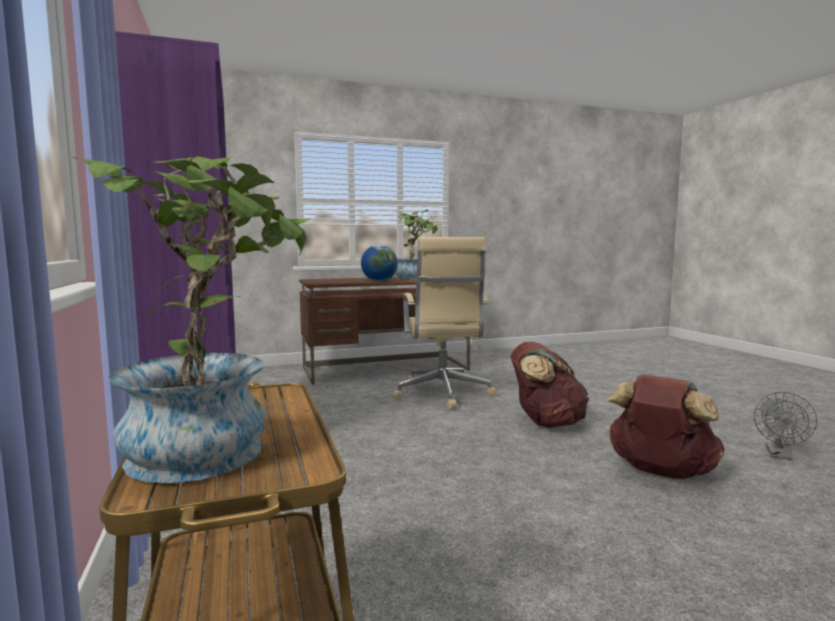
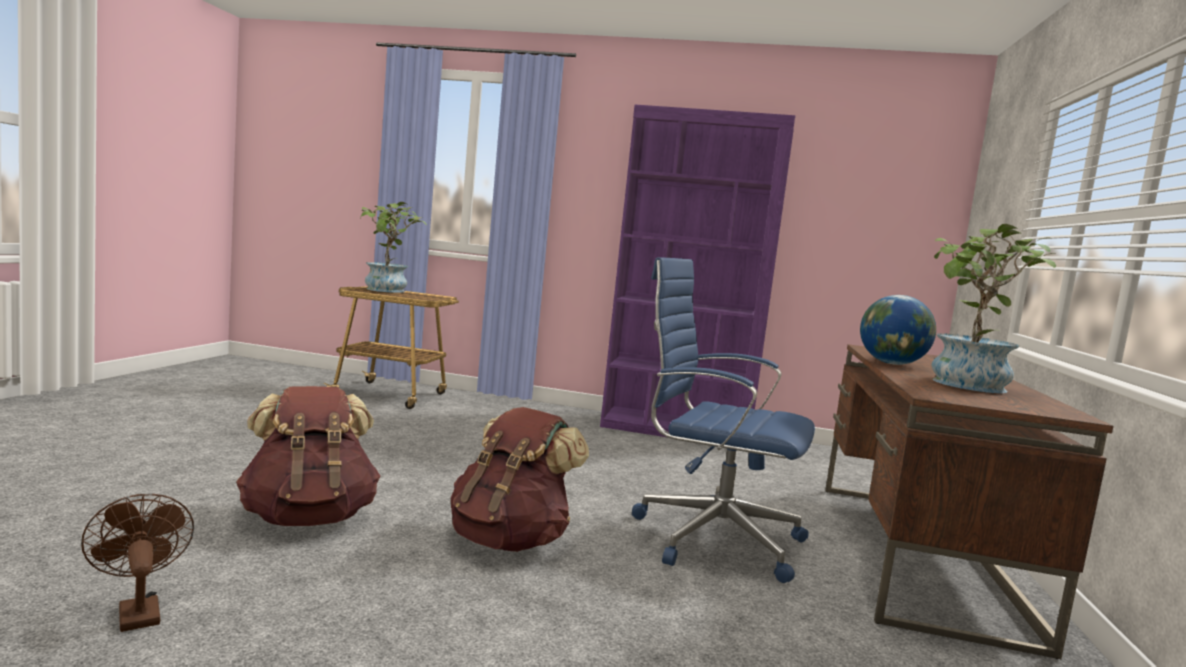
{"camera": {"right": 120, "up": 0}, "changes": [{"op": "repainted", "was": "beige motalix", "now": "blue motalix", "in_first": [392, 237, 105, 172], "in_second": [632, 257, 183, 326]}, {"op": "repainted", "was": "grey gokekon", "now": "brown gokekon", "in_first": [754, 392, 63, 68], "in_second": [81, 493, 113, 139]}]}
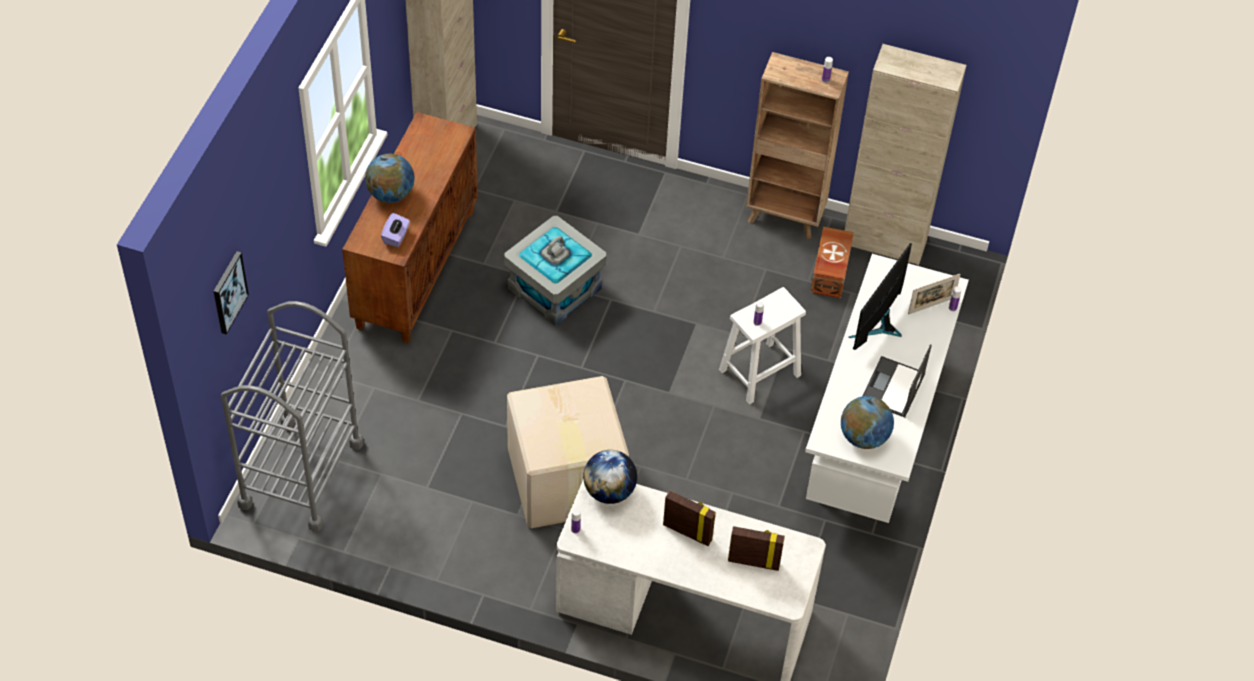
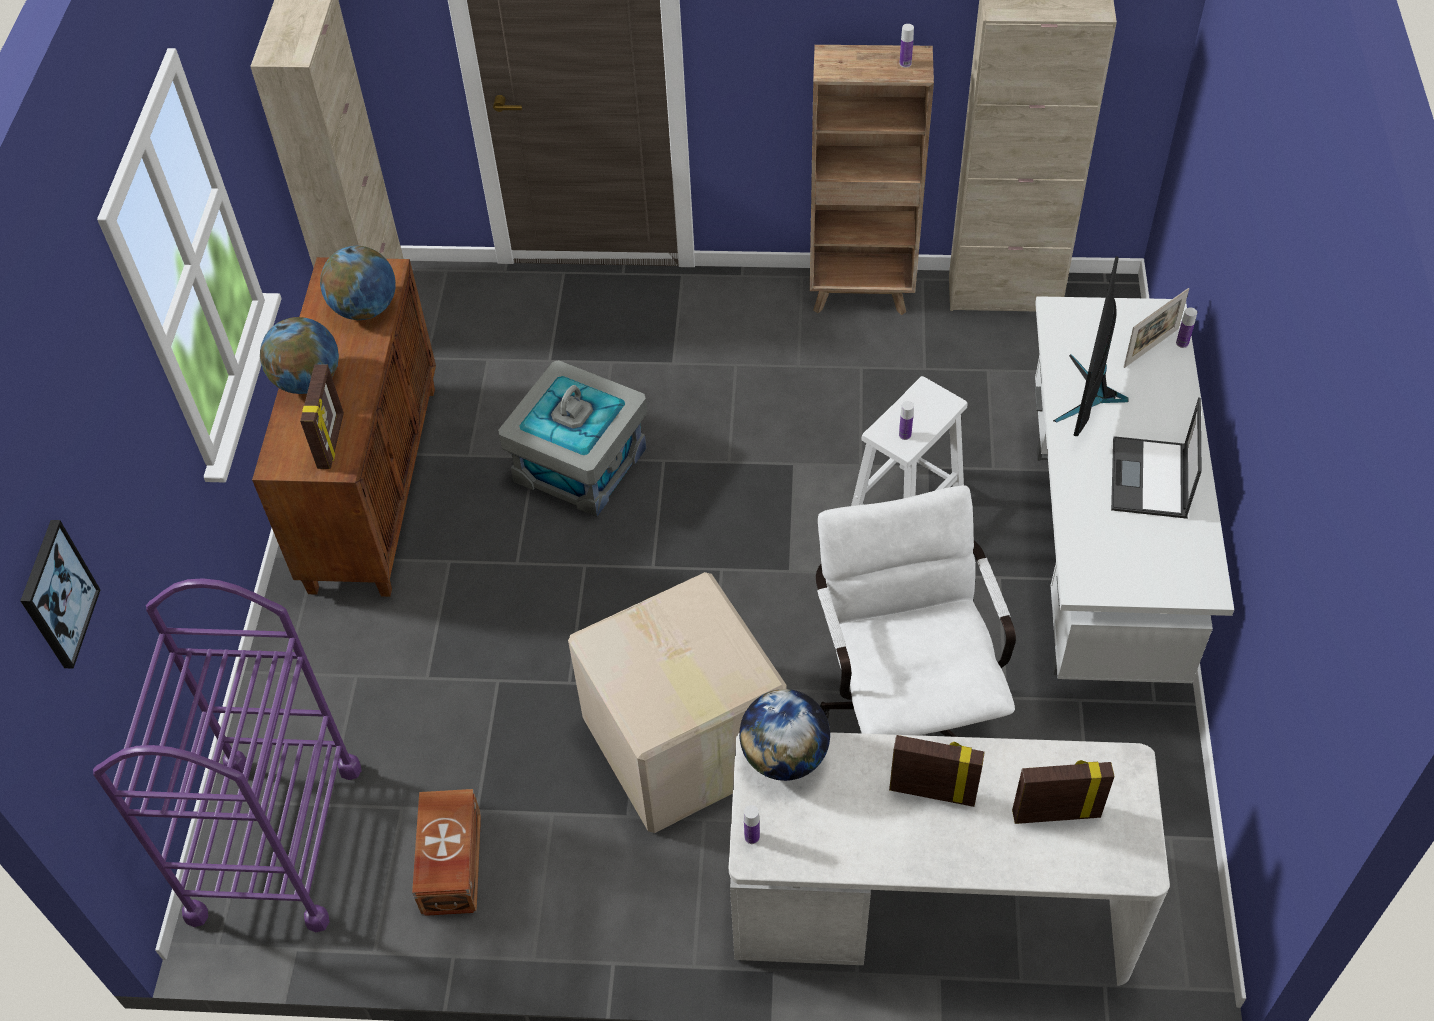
{"camera": {"right": -10, "up": 0}, "changes": [{"op": "swapped", "was": "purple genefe", "now": "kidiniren", "in_first": [381, 213, 29, 34], "in_second": [300, 364, 44, 105]}, {"op": "shifted", "was": "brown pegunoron", "in_first": [810, 227, 44, 71], "in_second": [412, 789, 69, 127]}, {"op": "repainted", "was": "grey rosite", "now": "purple rosite", "in_first": [221, 301, 142, 231], "in_second": [93, 578, 268, 354]}, {"op": "shifted", "was": "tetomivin", "in_first": [841, 396, 53, 53], "in_second": [320, 246, 76, 74]}, {"op": "new", "now": "white motalix", "in_second": [816, 485, 200, 252]}]}
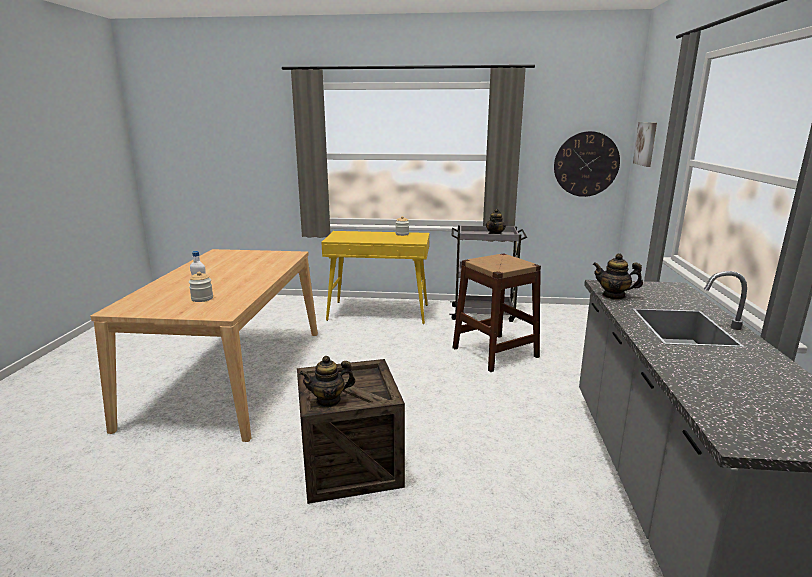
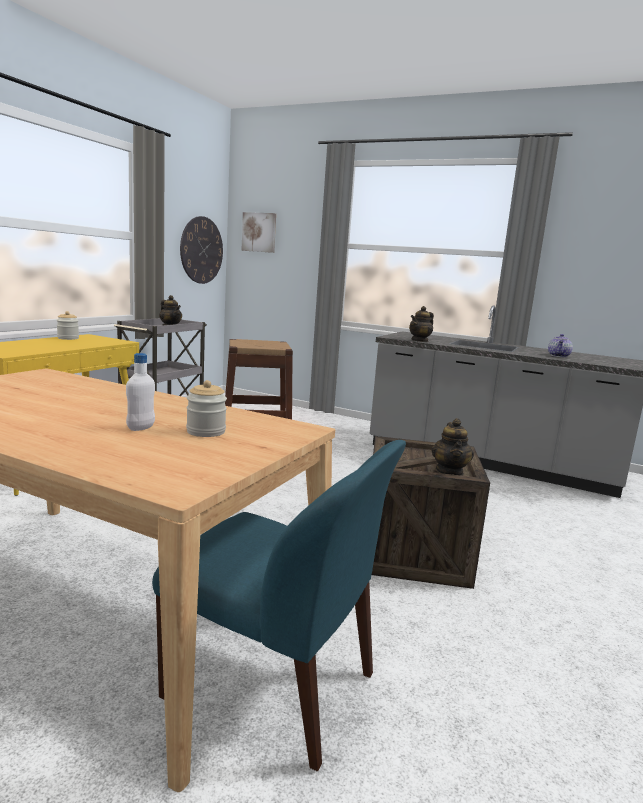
{"camera": {"right": -70, "up": -5}, "changes": [{"op": "new", "now": "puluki", "in_second": [548, 334, 25, 23]}, {"op": "new", "now": "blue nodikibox", "in_second": [152, 440, 254, 331]}]}
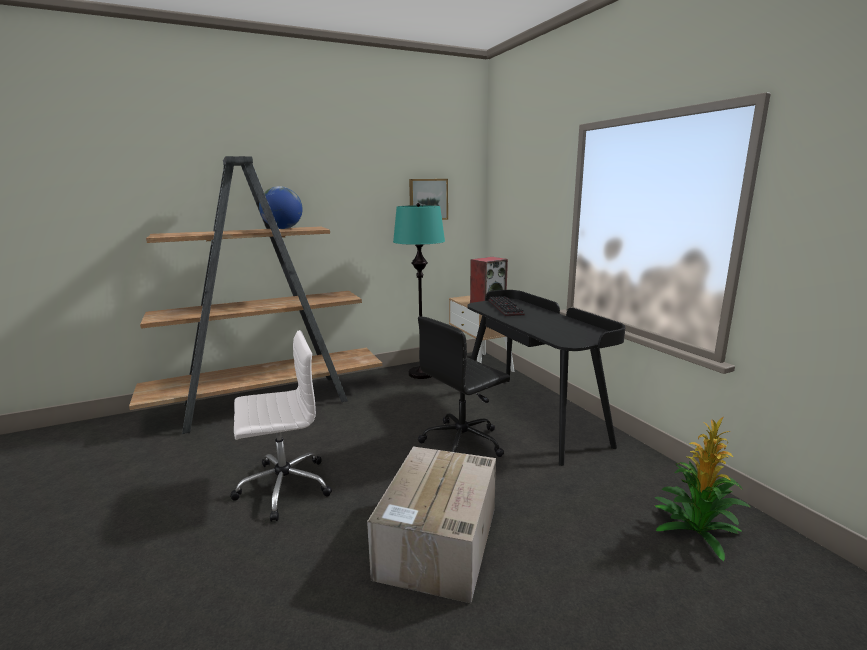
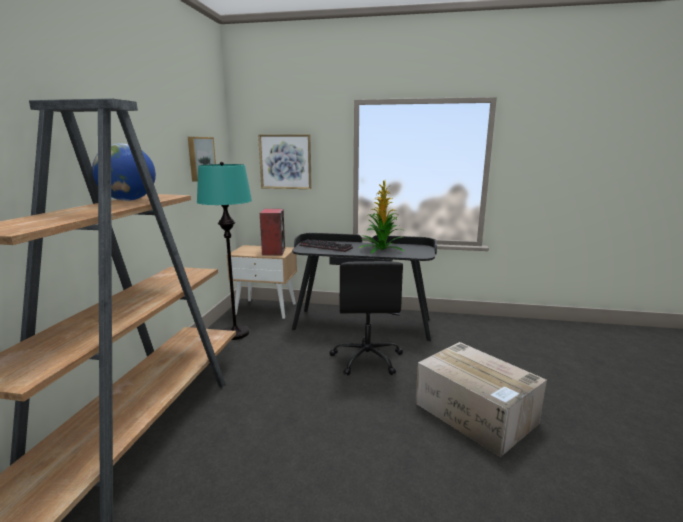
{"camera": {"right": -55, "up": 0}, "changes": [{"op": "gone", "was": "white motalix", "in_first": [230, 330, 102, 192]}, {"op": "shifted", "was": "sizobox", "in_first": [655, 417, 95, 144], "in_second": [359, 180, 46, 74]}, {"op": "new", "now": "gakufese", "in_second": [258, 134, 54, 55]}]}
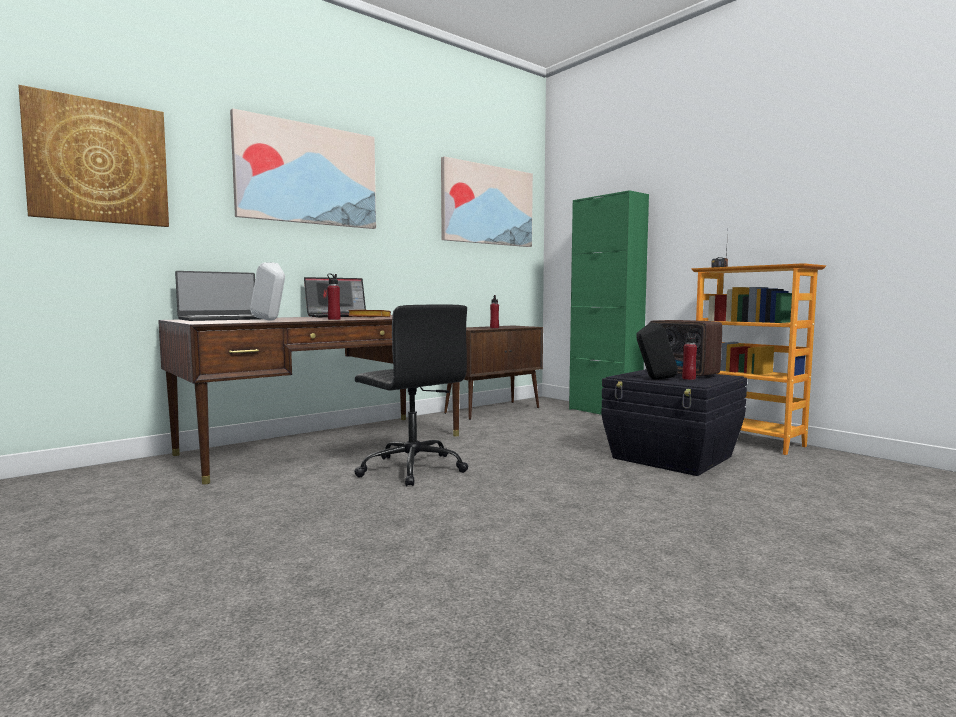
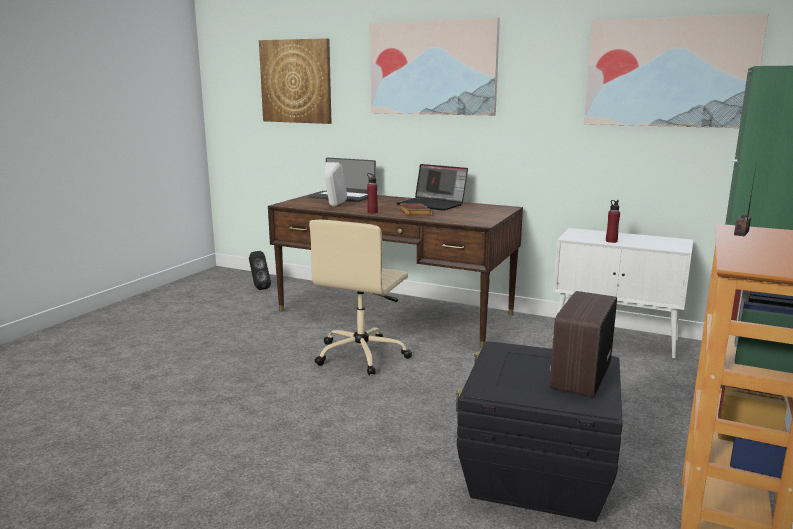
{"camera": {"right": 65, "up": 10}, "changes": [{"op": "repainted", "was": "black motalix", "now": "beige motalix", "in_first": [354, 305, 114, 182], "in_second": [309, 220, 103, 155]}, {"op": "shifted", "was": "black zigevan", "in_first": [636, 322, 42, 58], "in_second": [249, 251, 22, 39]}, {"op": "repainted", "was": "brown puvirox", "now": "white puvirox", "in_first": [444, 326, 99, 94], "in_second": [553, 228, 140, 131]}, {"op": "gone", "was": "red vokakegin", "in_first": [682, 332, 15, 48]}]}
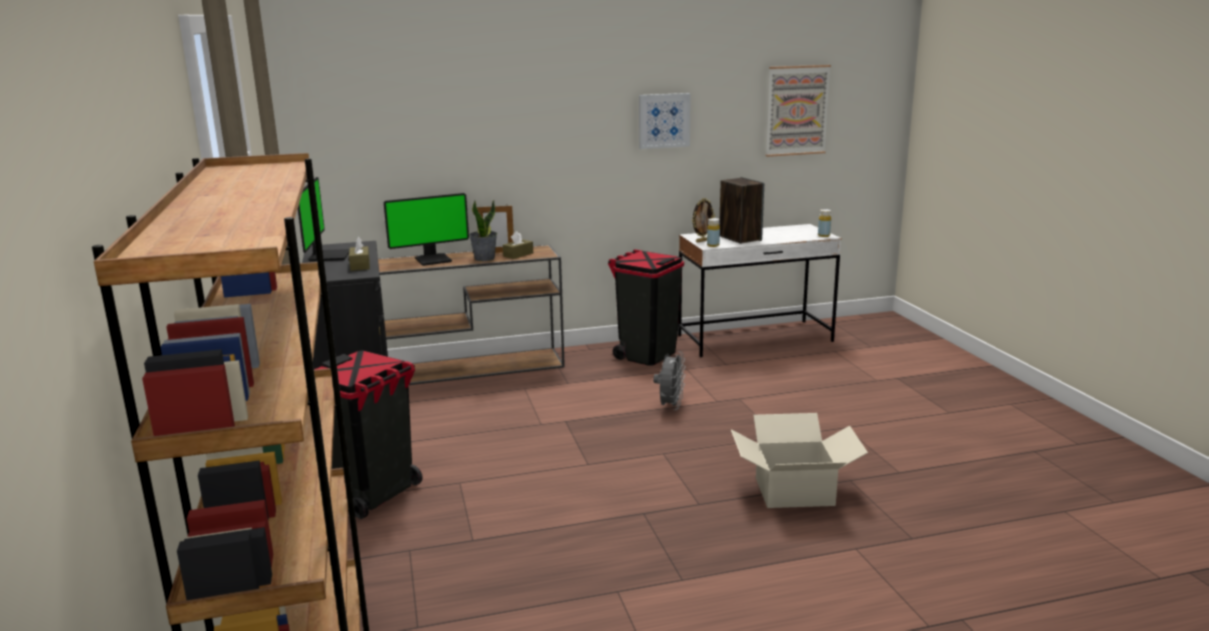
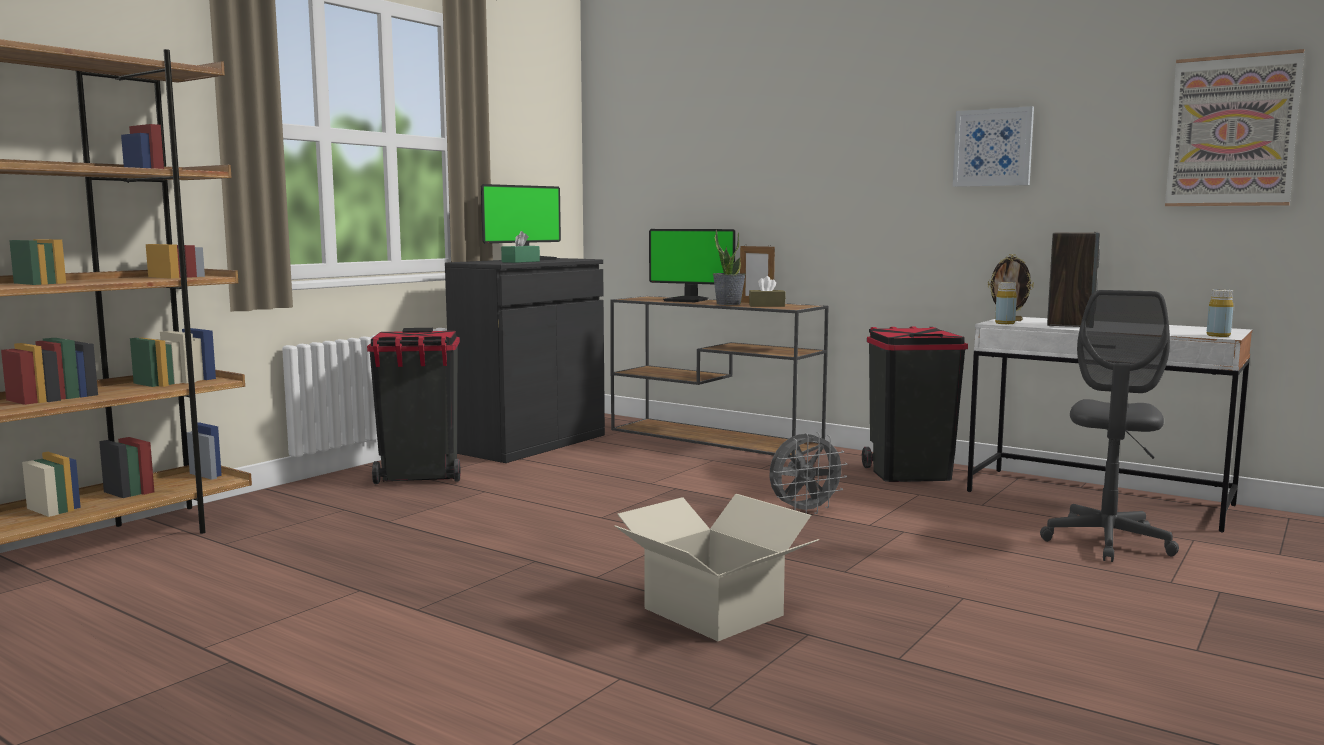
{"camera": {"right": 50, "up": -10}, "changes": [{"op": "repainted", "was": "brown genefe", "now": "green genefe", "in_first": [349, 237, 21, 34], "in_second": [501, 231, 39, 32]}, {"op": "new", "now": "grey motalix", "in_second": [1040, 290, 139, 272]}]}
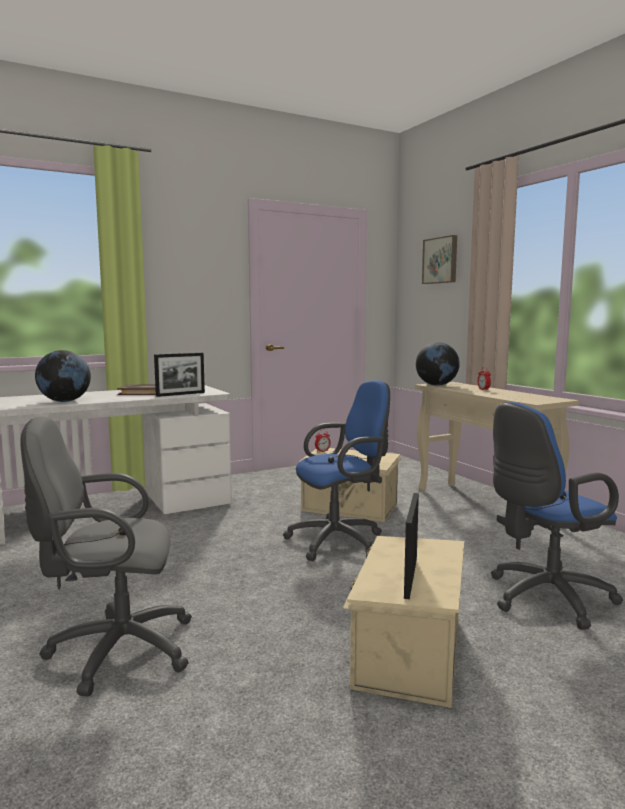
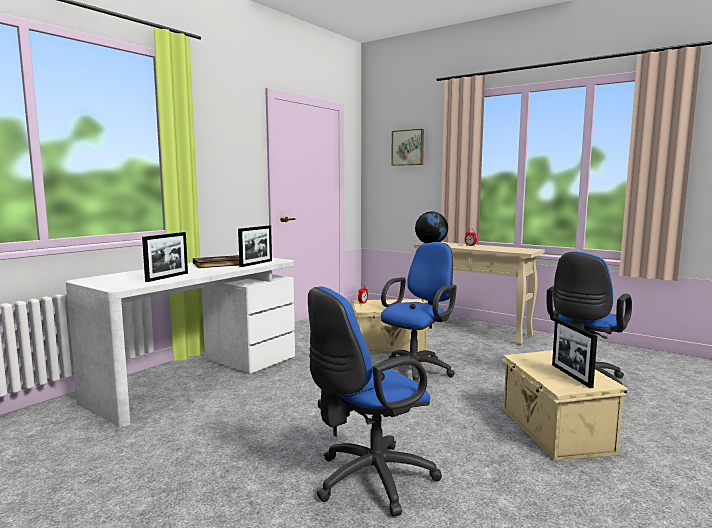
{"camera": {"right": -25, "up": 0}, "changes": [{"op": "swapped", "was": "tetomivin", "now": "kidiniren", "in_first": [35, 350, 56, 52], "in_second": [142, 232, 46, 50]}, {"op": "repainted", "was": "grey motalix", "now": "blue motalix", "in_first": [20, 417, 172, 279], "in_second": [308, 287, 134, 230]}]}
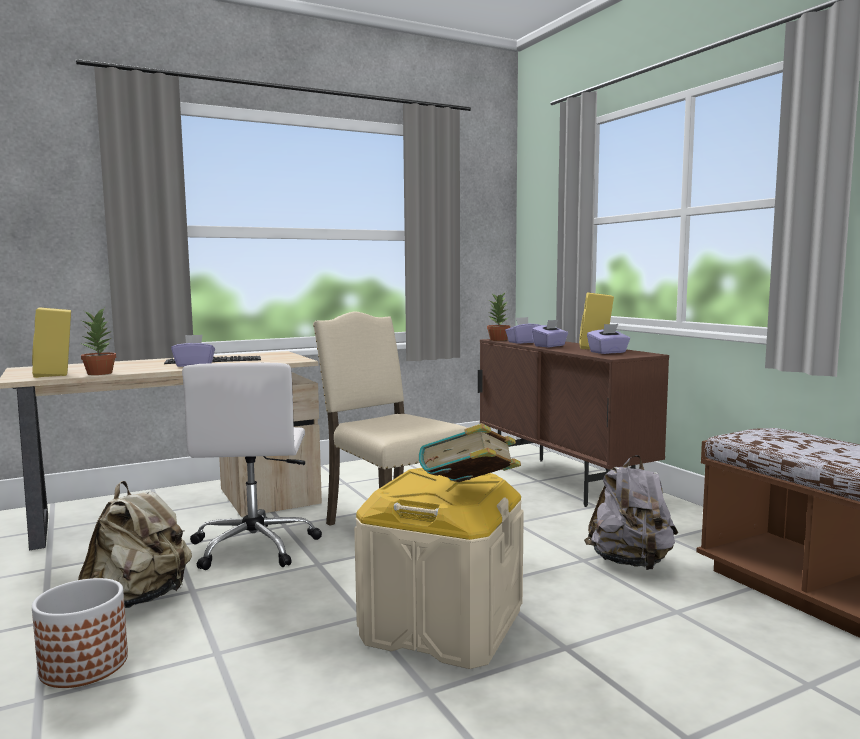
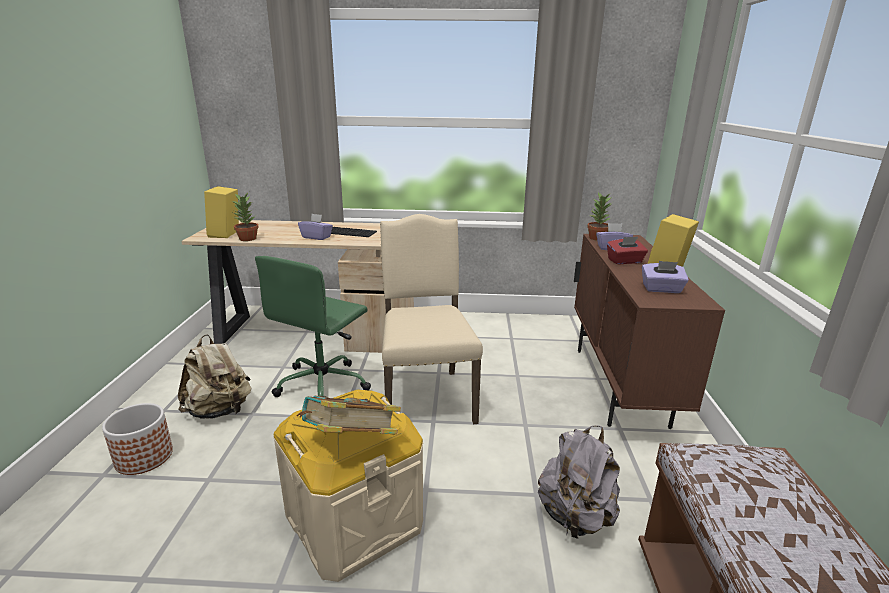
{"camera": {"right": 30, "up": 15}, "changes": [{"op": "repainted", "was": "purple genefe", "now": "red genefe", "in_first": [532, 320, 36, 27], "in_second": [607, 237, 41, 27]}, {"op": "repainted", "was": "white motalix", "now": "green motalix", "in_first": [182, 363, 140, 207], "in_second": [255, 256, 116, 141]}]}
